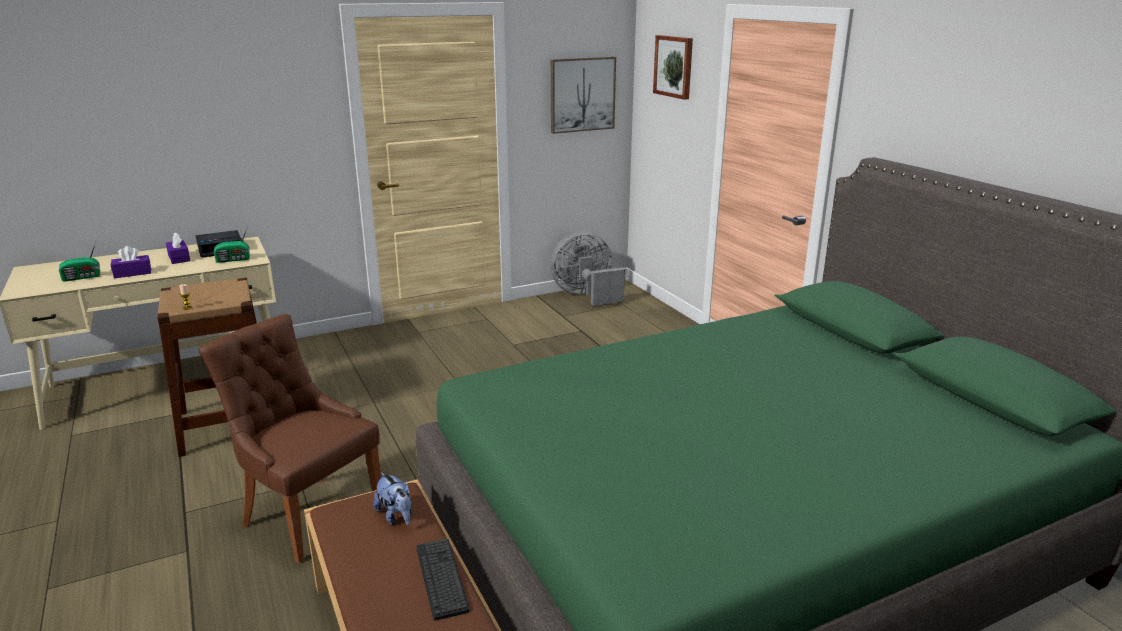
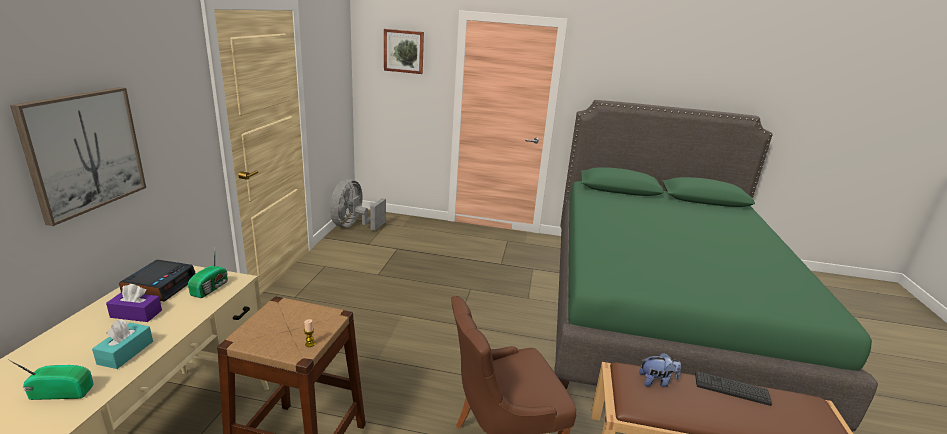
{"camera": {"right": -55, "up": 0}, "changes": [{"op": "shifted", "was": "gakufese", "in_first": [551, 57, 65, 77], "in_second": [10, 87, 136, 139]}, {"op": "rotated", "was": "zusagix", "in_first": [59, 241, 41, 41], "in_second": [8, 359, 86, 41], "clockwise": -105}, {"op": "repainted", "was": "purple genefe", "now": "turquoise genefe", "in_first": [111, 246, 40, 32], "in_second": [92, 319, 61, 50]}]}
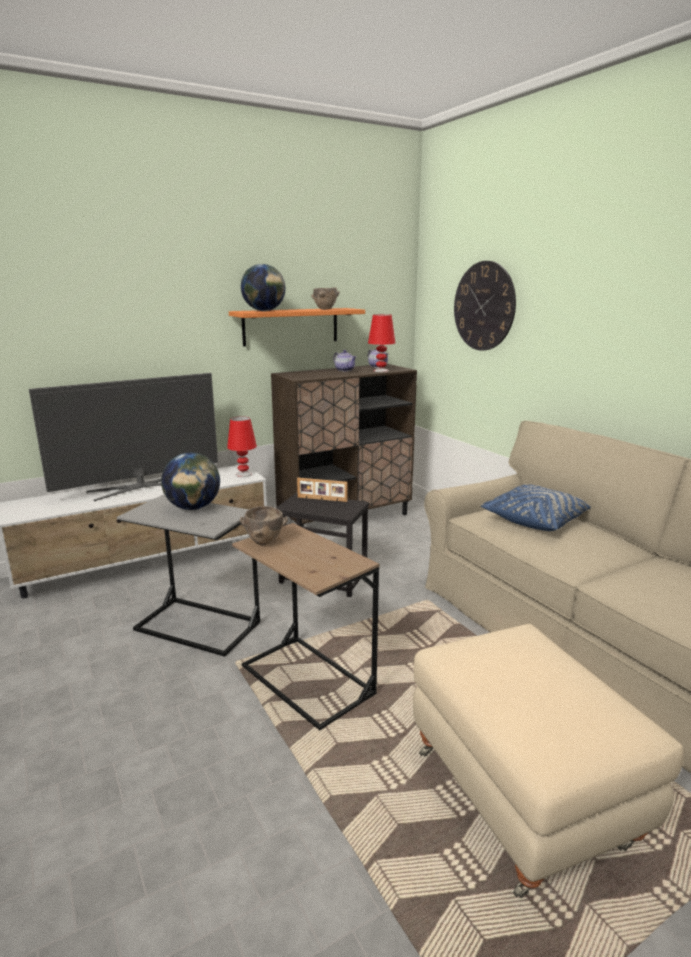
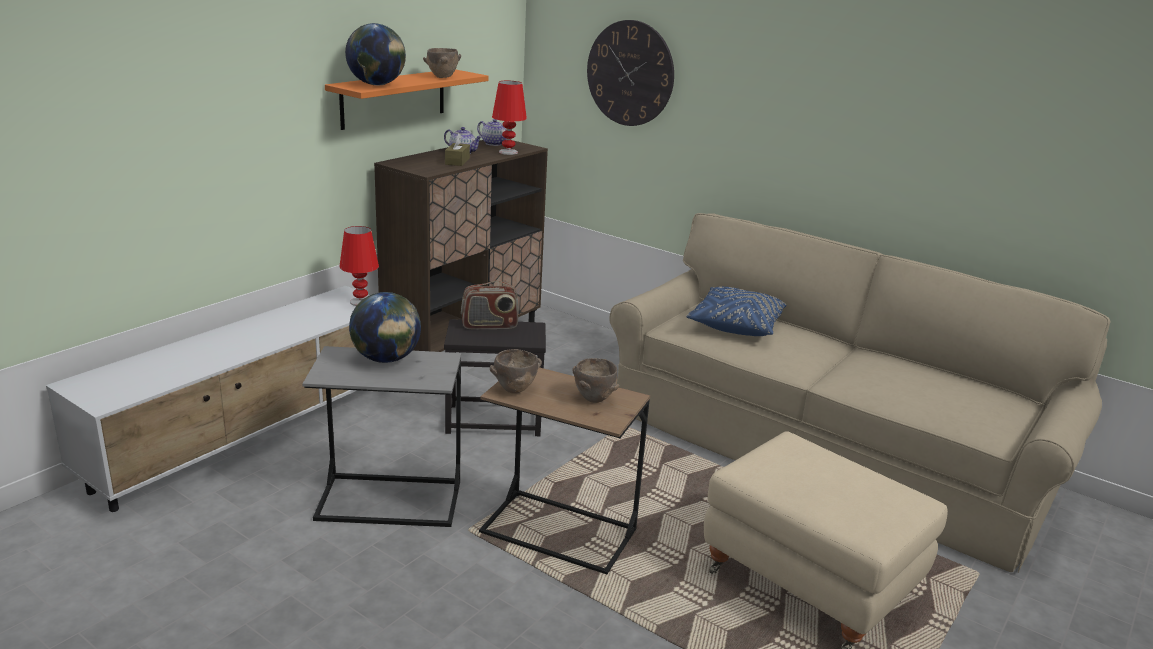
{"camera": {"right": -25, "up": 5}, "changes": [{"op": "gone", "was": "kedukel", "in_first": [29, 373, 189, 128]}, {"op": "swapped", "was": "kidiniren", "now": "zusagix", "in_first": [297, 478, 50, 24], "in_second": [461, 280, 58, 49]}, {"op": "new", "now": "brown genefe", "in_second": [445, 133, 25, 33]}, {"op": "new", "now": "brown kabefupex", "in_second": [572, 358, 47, 45]}]}
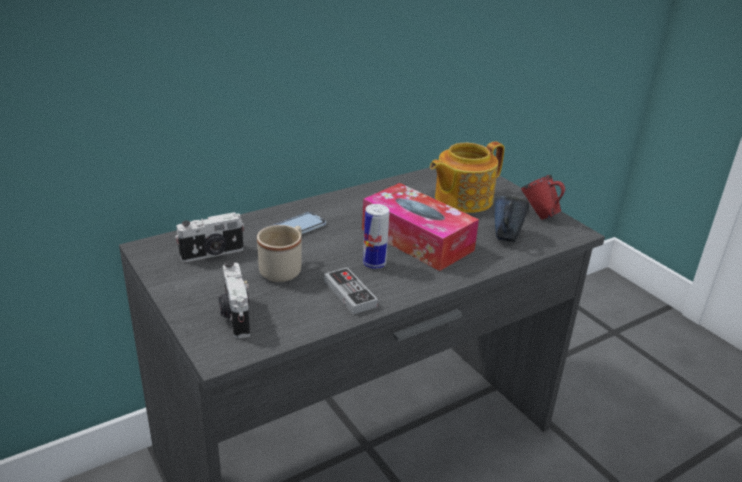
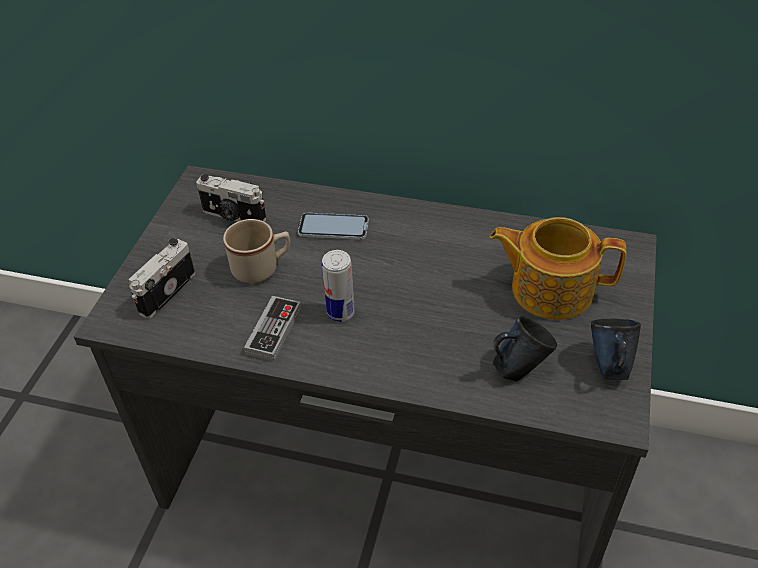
{"camera": {"right": 50, "up": 15}, "changes": [{"op": "repainted", "was": "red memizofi", "now": "blue memizofi", "in_first": [521, 175, 44, 45], "in_second": [591, 319, 50, 61]}, {"op": "gone", "was": "genefe", "in_first": [362, 183, 117, 88]}]}
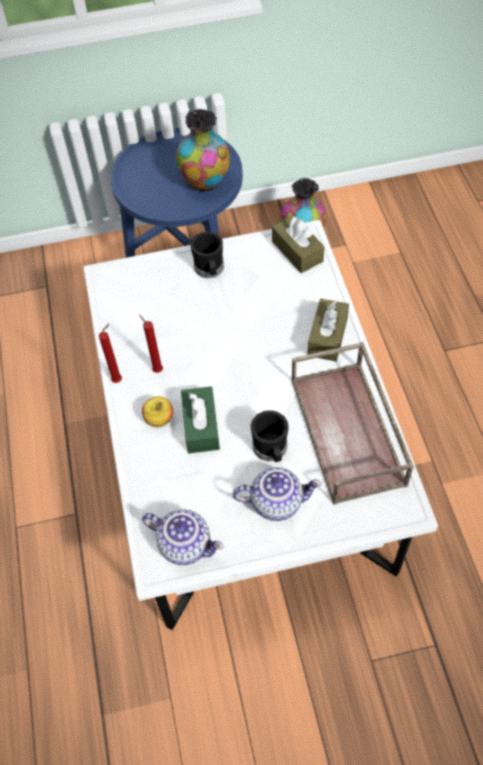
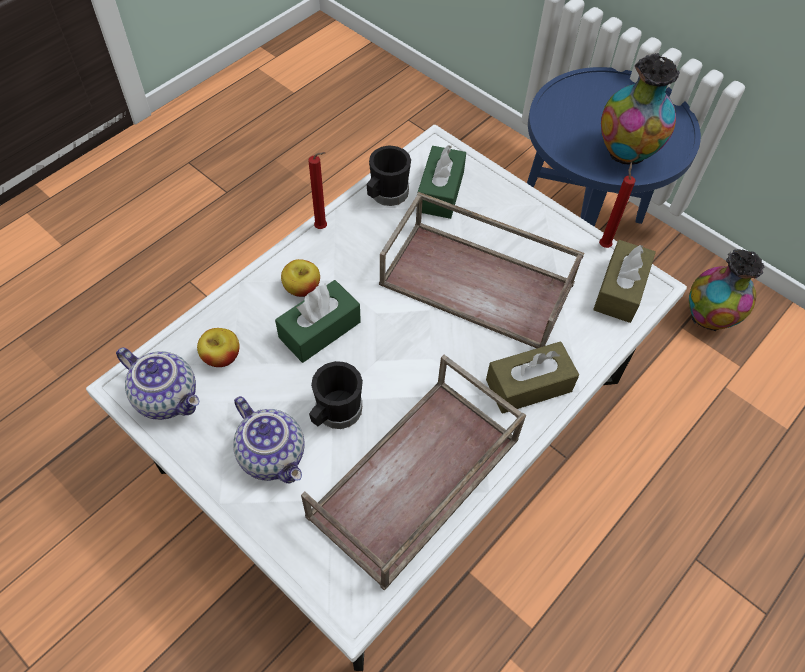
{"camera": {"right": 50, "up": 0}, "changes": [{"op": "shifted", "was": "black memizofi", "in_first": [190, 232, 34, 46], "in_second": [367, 146, 44, 60]}, {"op": "shifted", "was": "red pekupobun", "in_first": [139, 315, 24, 58], "in_second": [599, 163, 37, 85]}, {"op": "rotated", "was": "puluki", "in_first": [142, 509, 82, 56], "in_second": [116, 347, 83, 73], "clockwise": -45}, {"op": "new", "now": "green genefe", "in_second": [418, 145, 48, 74]}, {"op": "new", "now": "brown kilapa", "in_second": [379, 192, 205, 156]}, {"op": "new", "now": "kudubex", "in_second": [197, 328, 43, 39]}]}
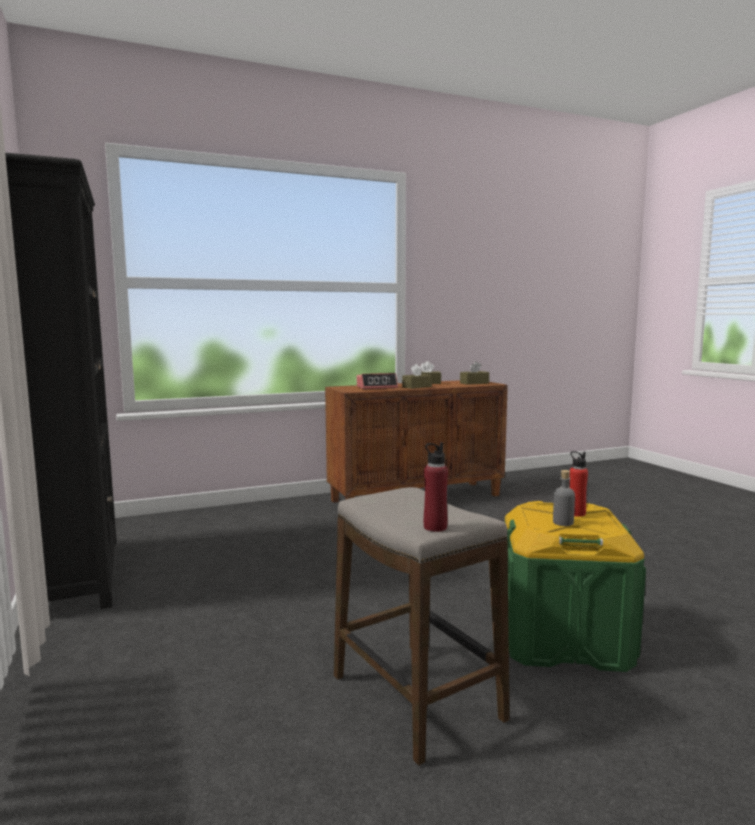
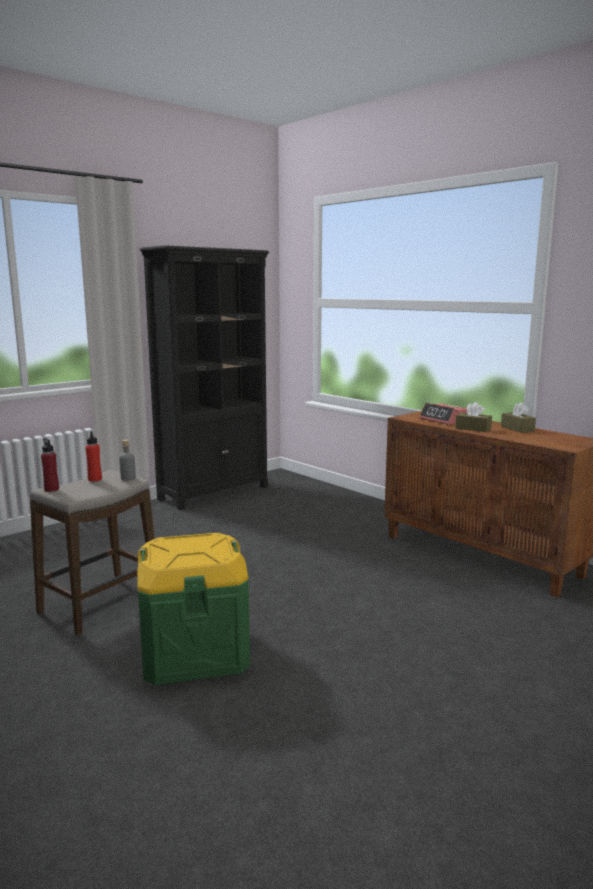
{"camera": {"right": 70, "up": 5}, "changes": [{"op": "gone", "was": "brown genefe", "in_first": [460, 361, 29, 24]}, {"op": "shifted", "was": "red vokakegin", "in_first": [570, 451, 18, 66], "in_second": [86, 431, 16, 51]}, {"op": "shifted", "was": "grey vokakegin", "in_first": [553, 470, 22, 56], "in_second": [119, 440, 17, 41]}]}
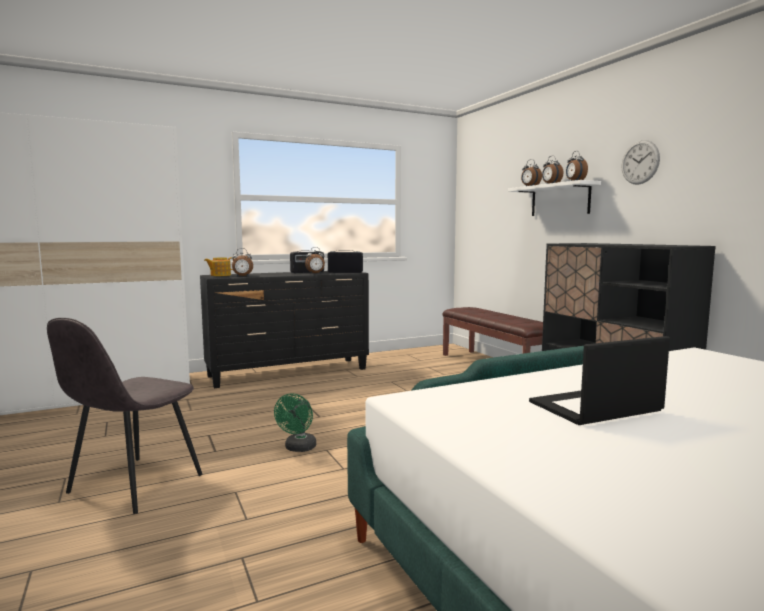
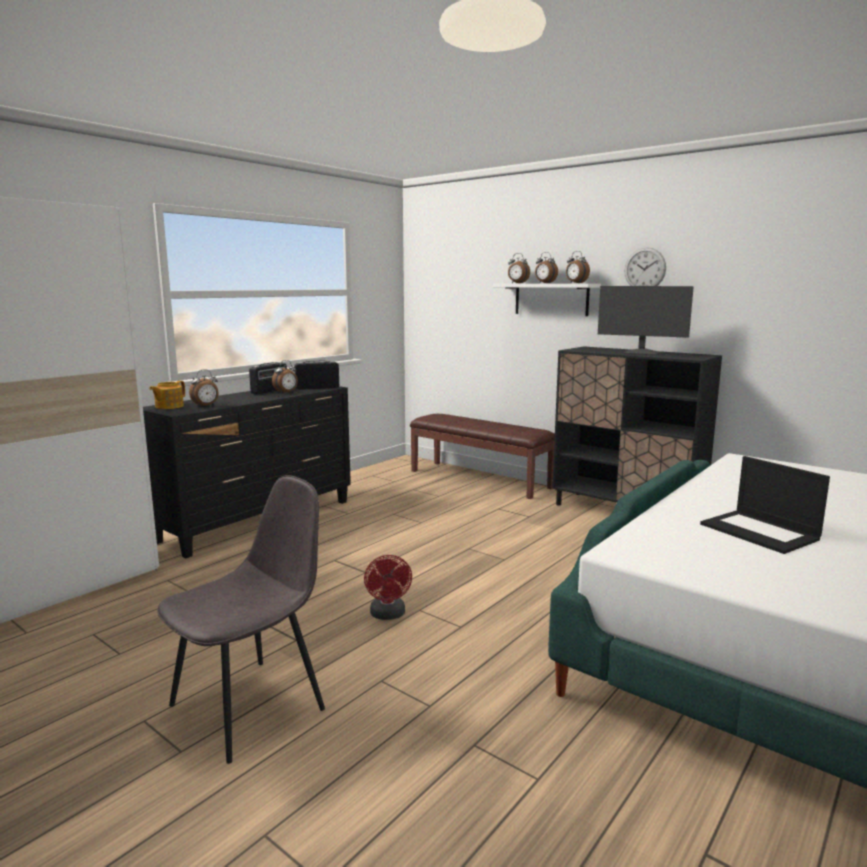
{"camera": {"right": -25, "up": 5}, "changes": [{"op": "rotated", "was": "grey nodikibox", "in_first": [47, 318, 155, 196], "in_second": [157, 475, 168, 289], "clockwise": -135}, {"op": "rotated", "was": "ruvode", "in_first": [529, 336, 141, 89], "in_second": [700, 456, 130, 98], "clockwise": -75}, {"op": "repainted", "was": "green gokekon", "now": "red gokekon", "in_first": [274, 393, 42, 59], "in_second": [364, 555, 48, 65]}, {"op": "new", "now": "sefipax", "in_second": [598, 286, 96, 69]}]}
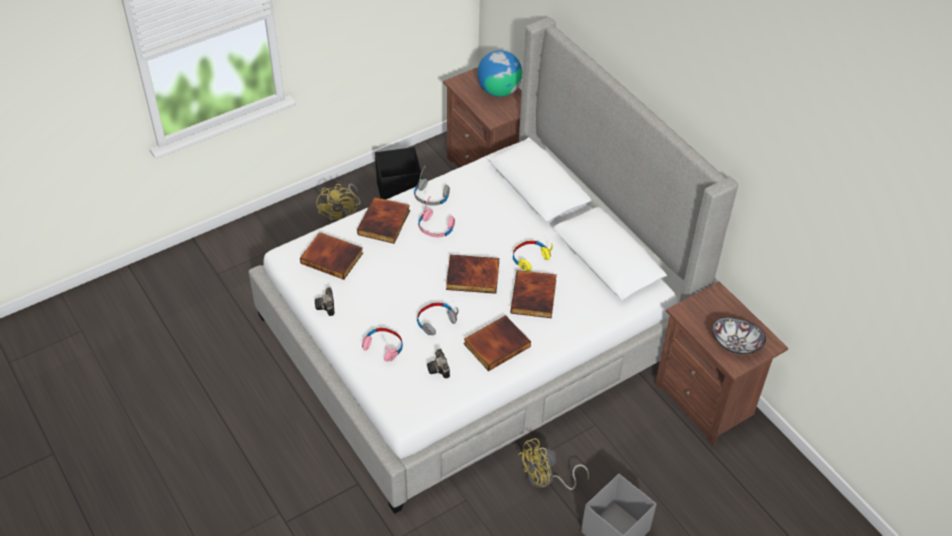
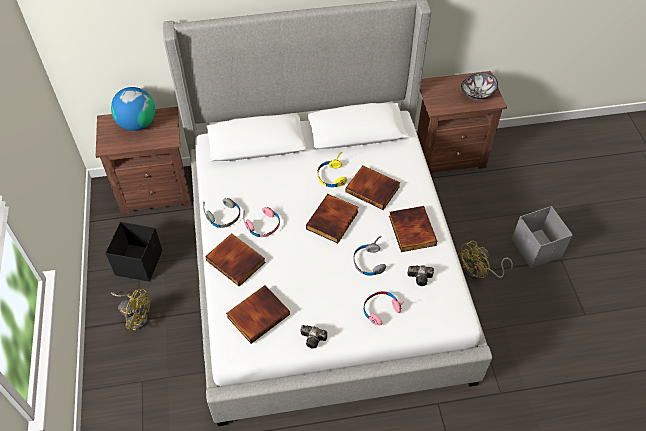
{"camera": {"right": -65, "up": 5}, "changes": [{"op": "rotated", "was": "yellow gokekon", "in_first": [518, 438, 71, 52], "in_second": [457, 240, 56, 39], "clockwise": 60}]}
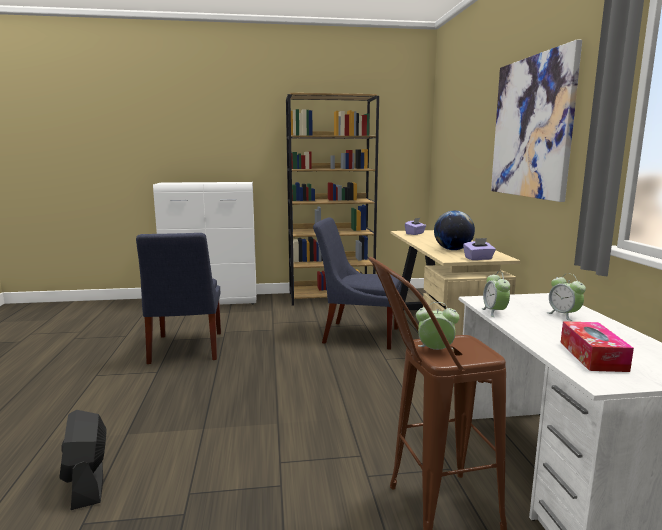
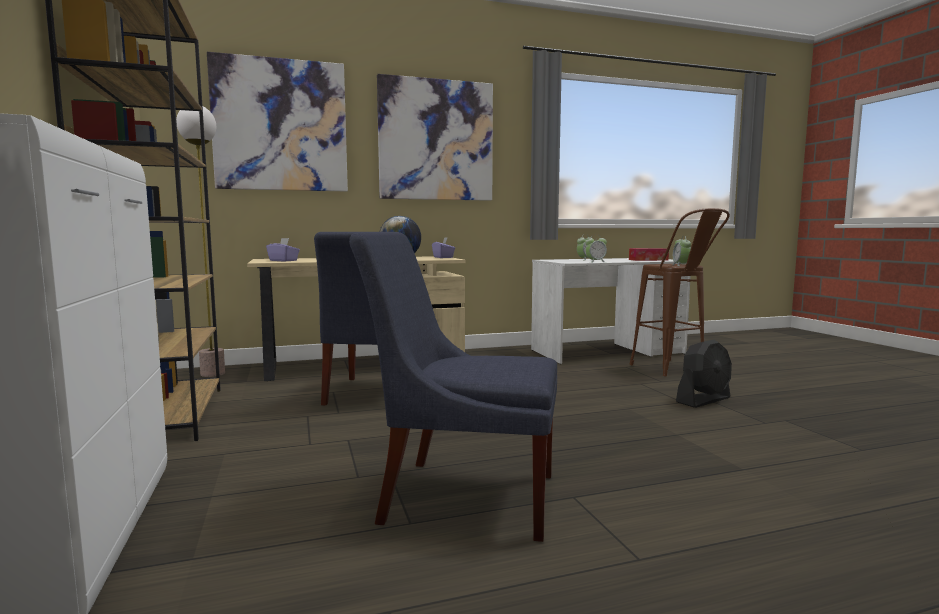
{"camera": {"right": -100, "up": -5}, "changes": [{"op": "rotated", "was": "blue nodikibox", "in_first": [136, 233, 85, 131], "in_second": [349, 232, 208, 310], "clockwise": -150}, {"op": "shifted", "was": "black gokekon", "in_first": [59, 410, 48, 100], "in_second": [676, 340, 56, 68]}, {"op": "new", "now": "gakufese", "in_second": [207, 52, 141, 140]}, {"op": "new", "now": "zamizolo", "in_second": [176, 107, 49, 270]}]}
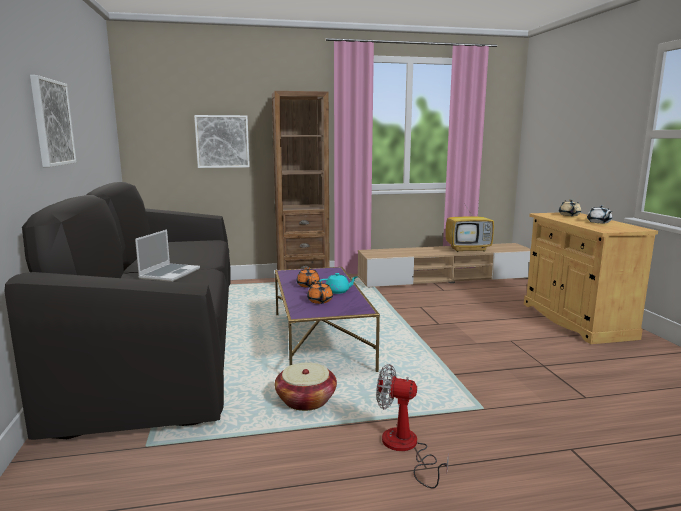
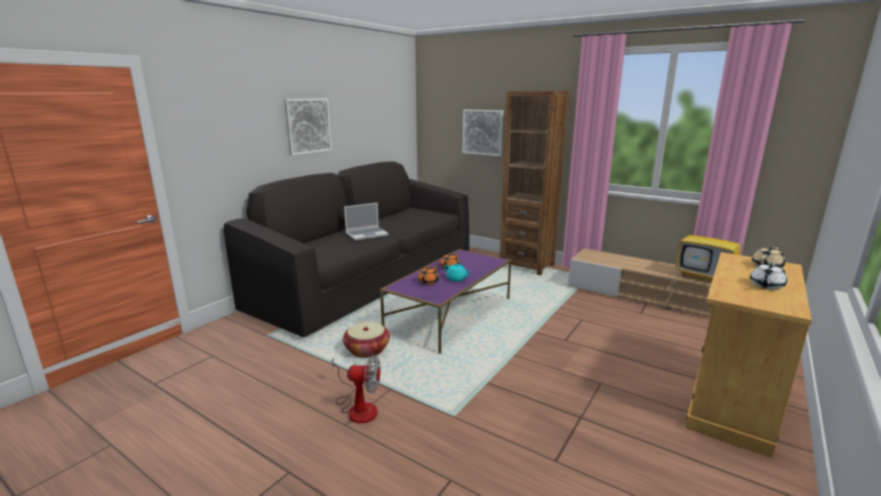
{"camera": {"right": 45, "up": 5}, "changes": [{"op": "rotated", "was": "gokekon", "in_first": [376, 364, 73, 124], "in_second": [331, 355, 49, 68], "clockwise": 120}]}
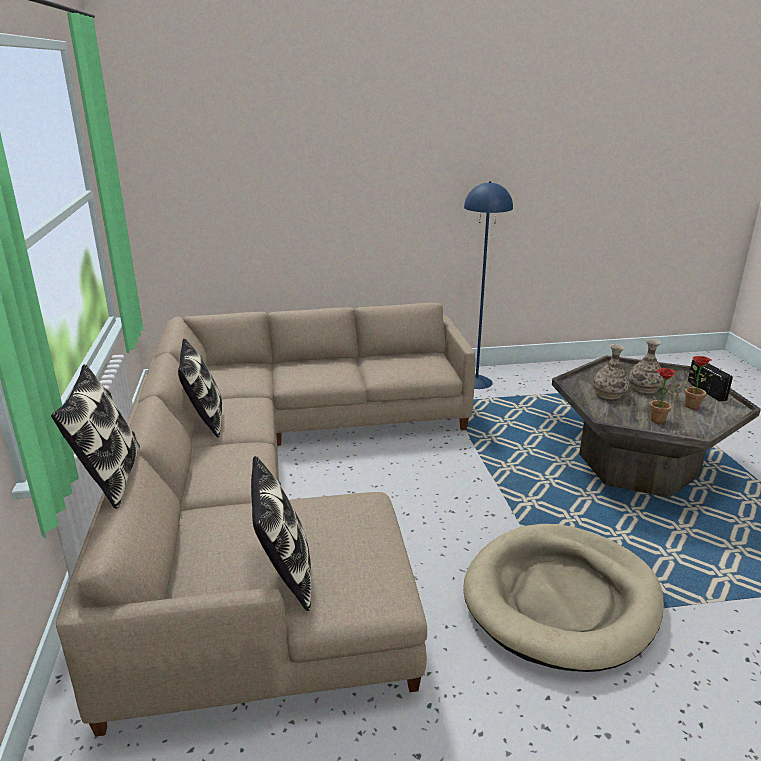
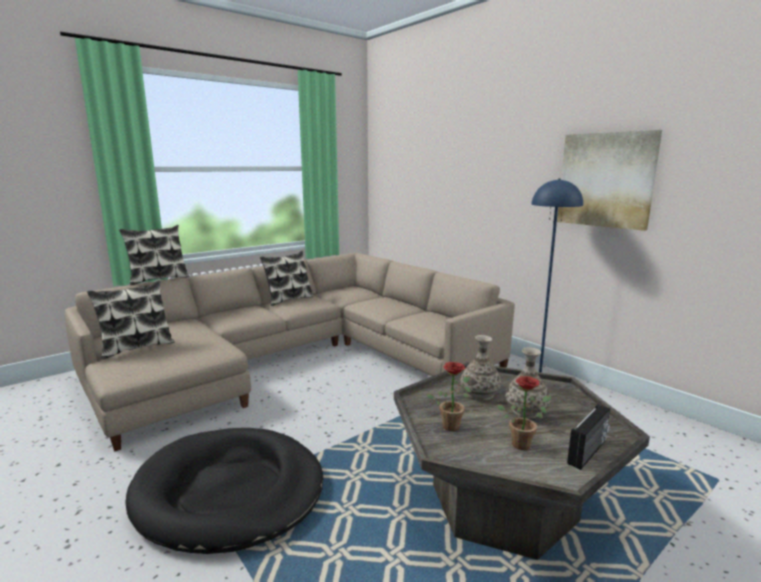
{"camera": {"right": 60, "up": -10}, "changes": [{"op": "repainted", "was": "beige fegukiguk", "now": "black fegukiguk", "in_first": [463, 524, 201, 148], "in_second": [125, 428, 198, 126]}, {"op": "new", "now": "gakufese", "in_second": [557, 130, 105, 101]}]}
